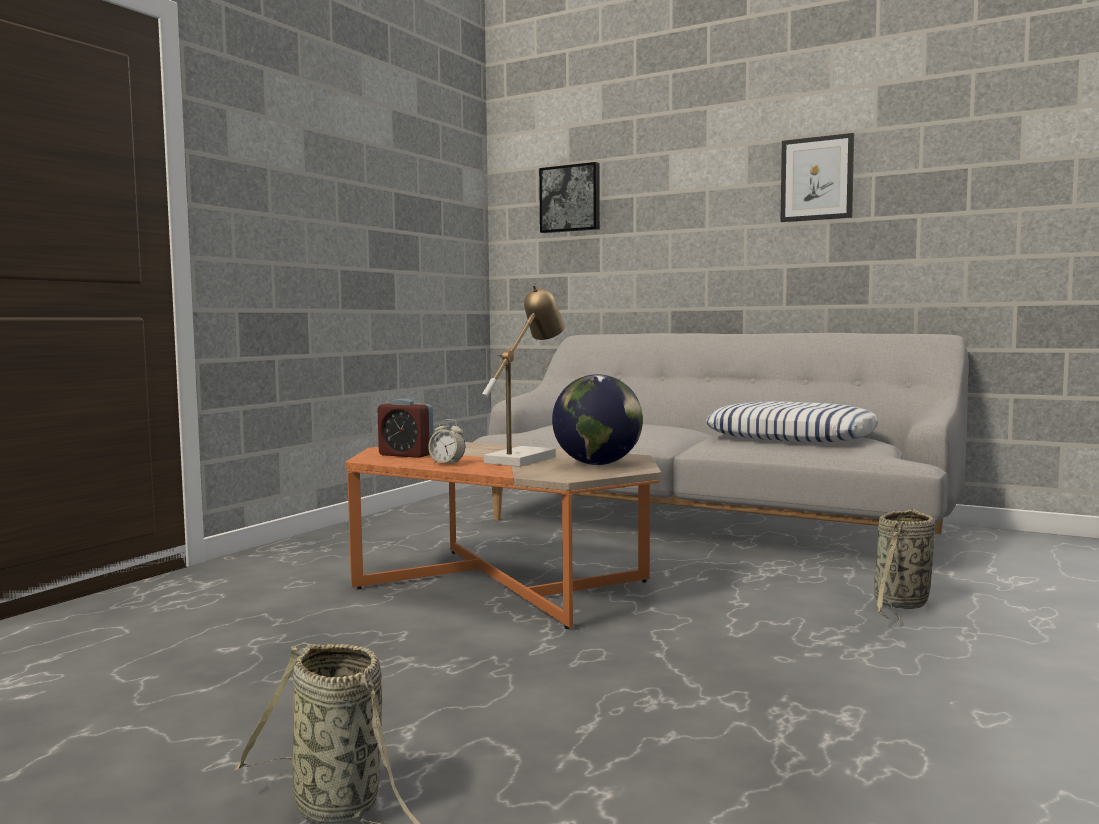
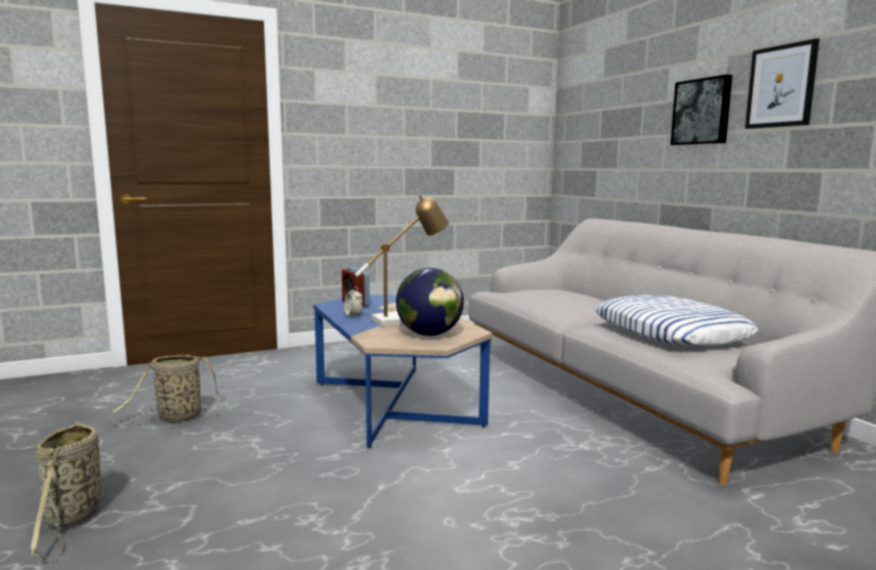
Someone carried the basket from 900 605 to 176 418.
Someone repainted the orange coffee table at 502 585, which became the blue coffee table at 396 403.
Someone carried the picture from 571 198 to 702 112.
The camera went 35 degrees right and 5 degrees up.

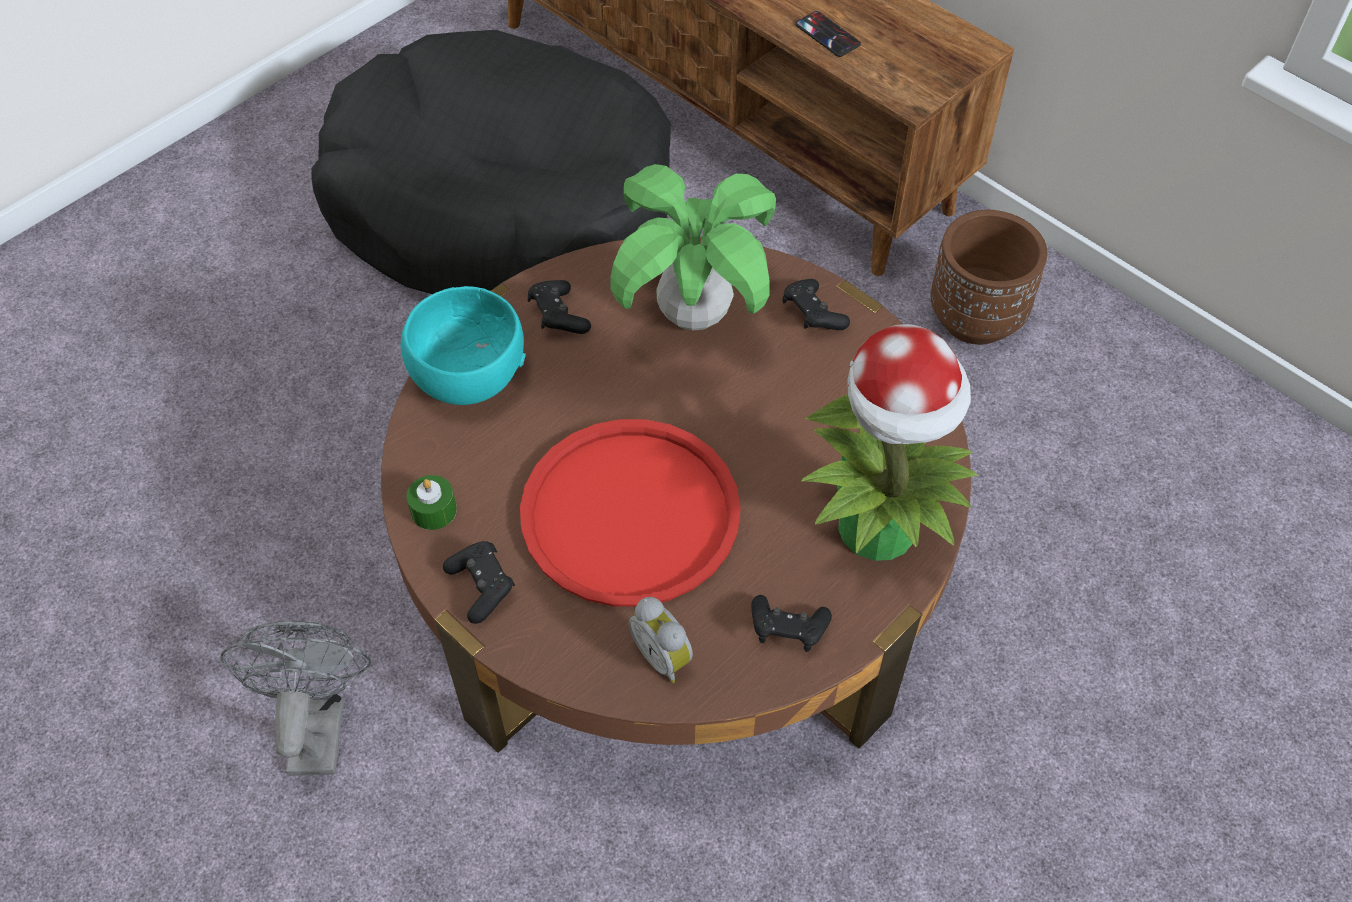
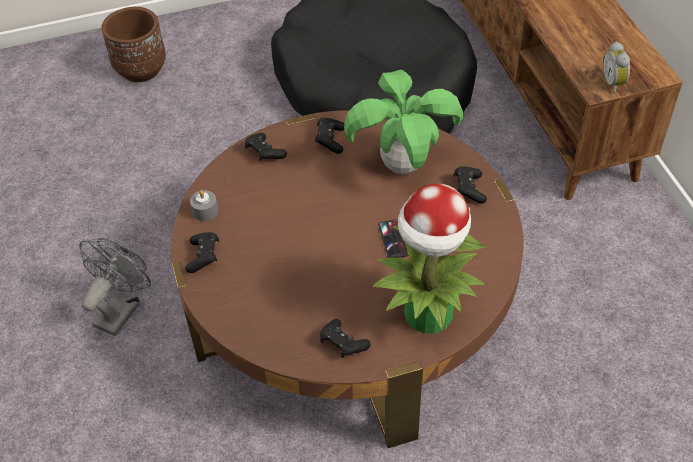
Someone carried the brown planter from 975 318 to 141 69.
Someone repainted the green candle at 433 510, which became the grey candle at 205 211.
Someone swapped the turquoise bowl at 468 377 for the black game controller at 264 153.
Someone carried the phone from 827 35 to 394 239.
Someone carried the alarm clock from 664 656 to 614 83.
Someone took away the red tray at 630 514.
The camera went 30 degrees right and 5 degrees down.

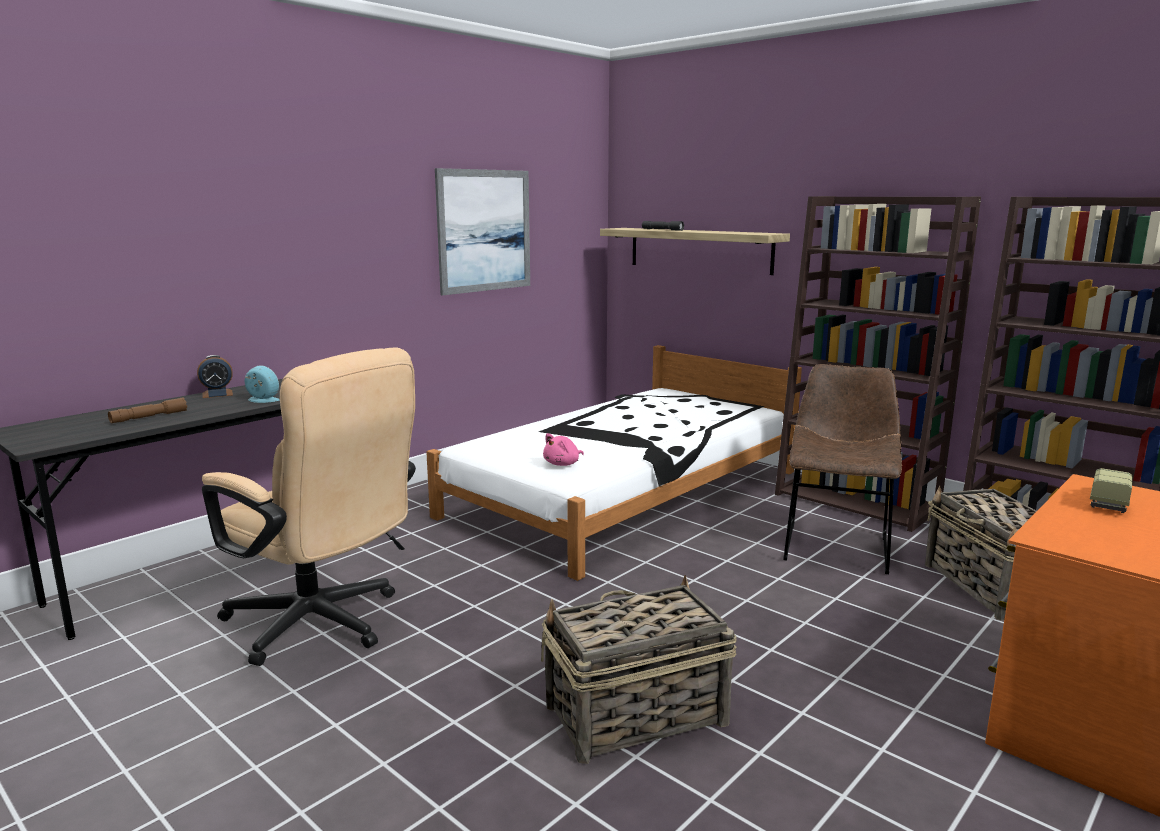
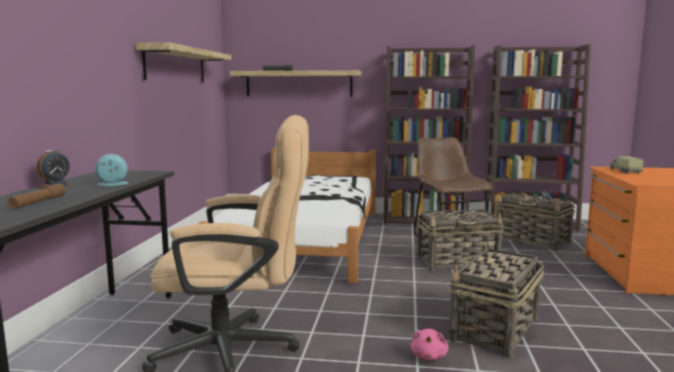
Someone swapped the picture at 484 231 for the shelf at 176 65.
Someone carried the pink plush toy from 563 464 to 429 356.
Someone put down the basket at 458 262.
The camera went 35 degrees left and 5 degrees down.

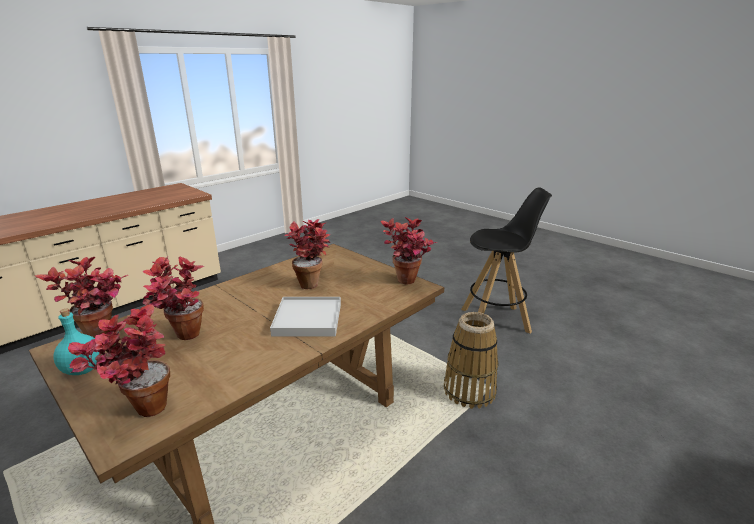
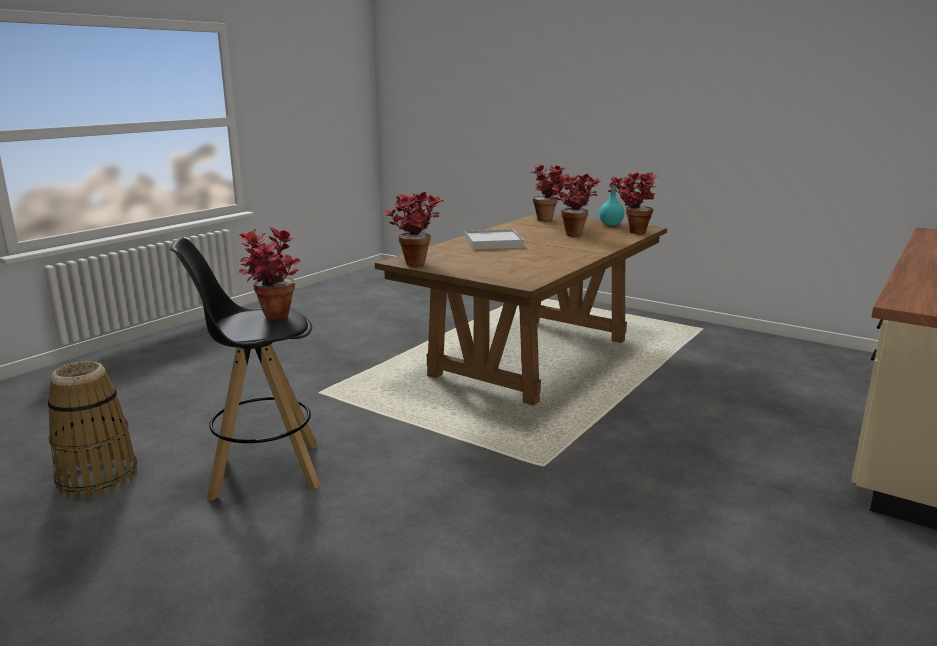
Someone carried the basket from 469 391 to 98 478.
Someone carried the potted plant from 312 282 to 272 320.
The camera went 170 degrees right and 5 degrees down.

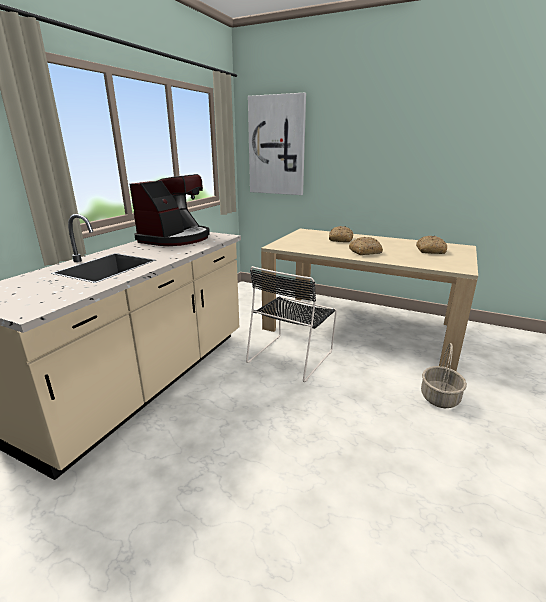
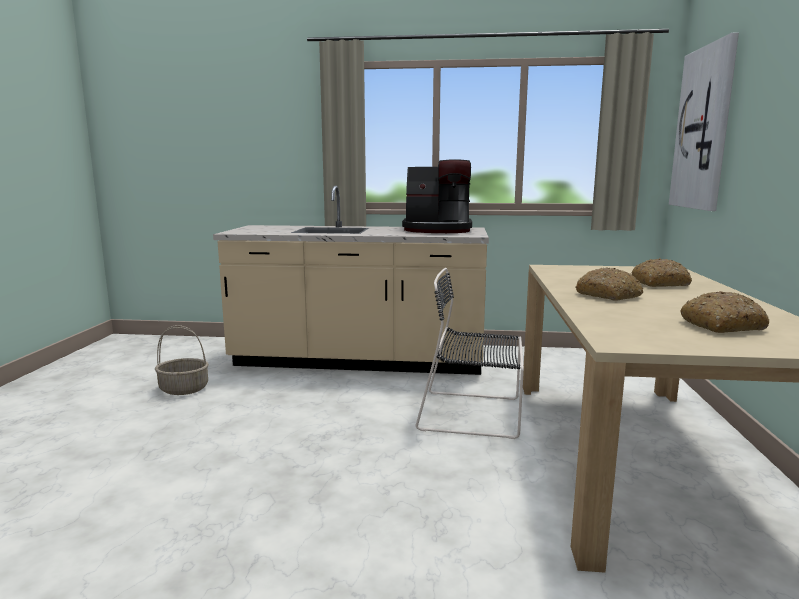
Someone carried the basket from 439 397 to 184 389.
The camera went 70 degrees right and 10 degrees down.

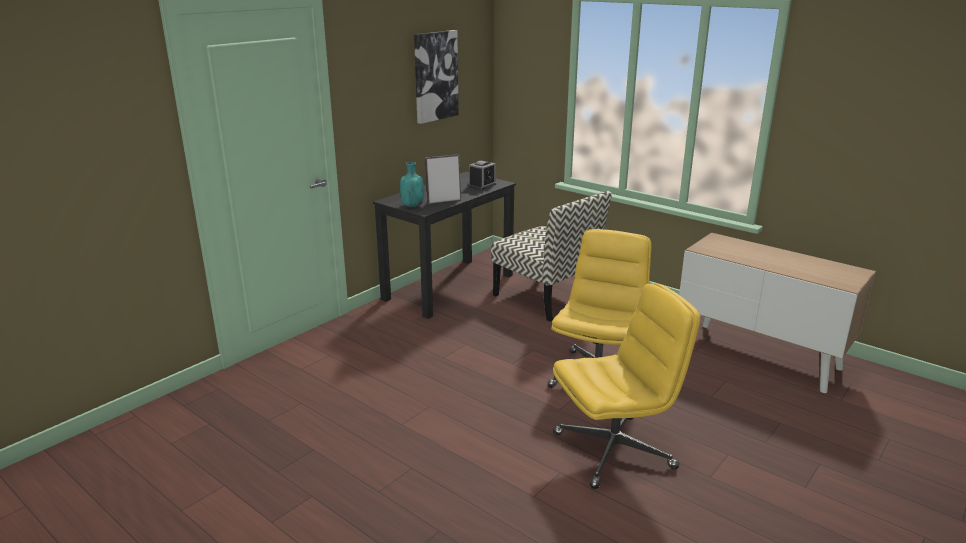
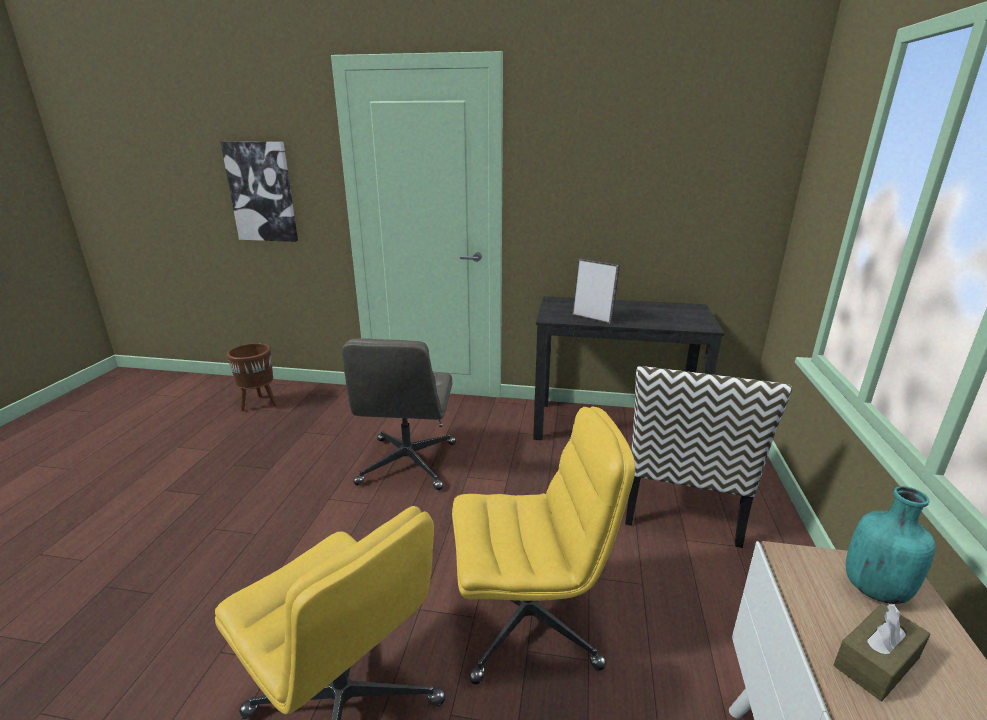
Someone carried the picture from 435 76 to 262 192.
Someone put down the brown planter at 260 404.
Someone put down the grey office chair at 408 464.
Someone put down the brown tissue box at 876 662.
Someone carried the turquoise bottle from 412 205 to 874 588.
Someone took away the alarm clock at 482 185.
The camera went 60 degrees right and 0 degrees up.

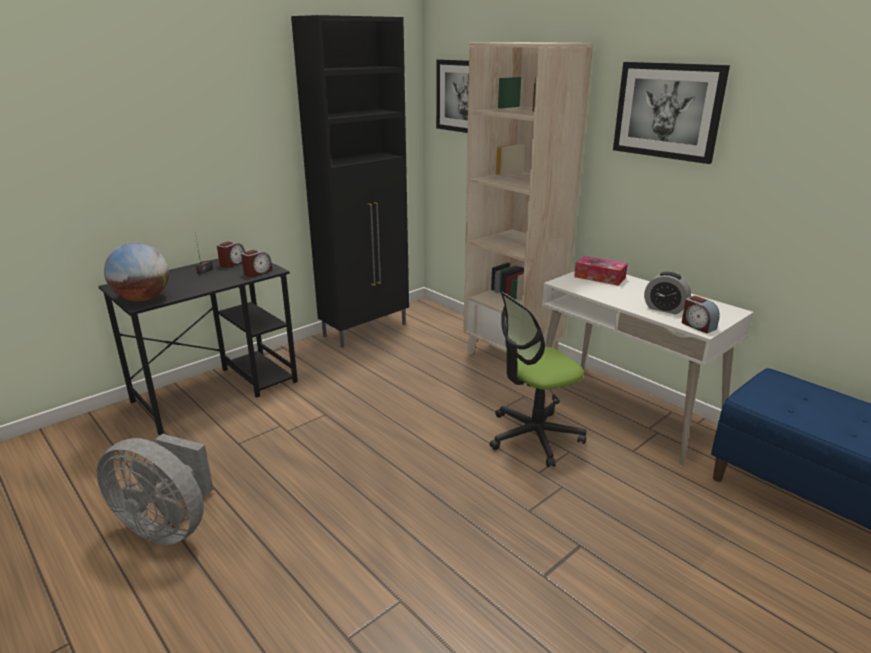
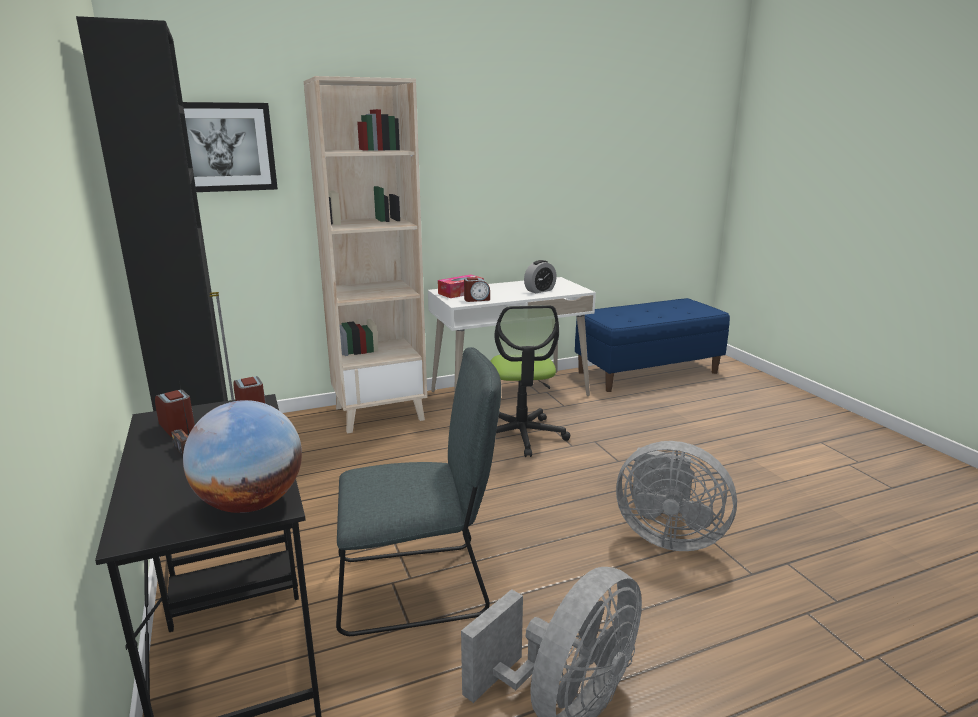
Someone put down the grey chair at 419 587.
Someone carried the alarm clock from 697 326 to 476 299.
Someone put down the grey fan at 667 536.
Someone took away the picture at 667 111.
The camera went 70 degrees left and 5 degrees down.

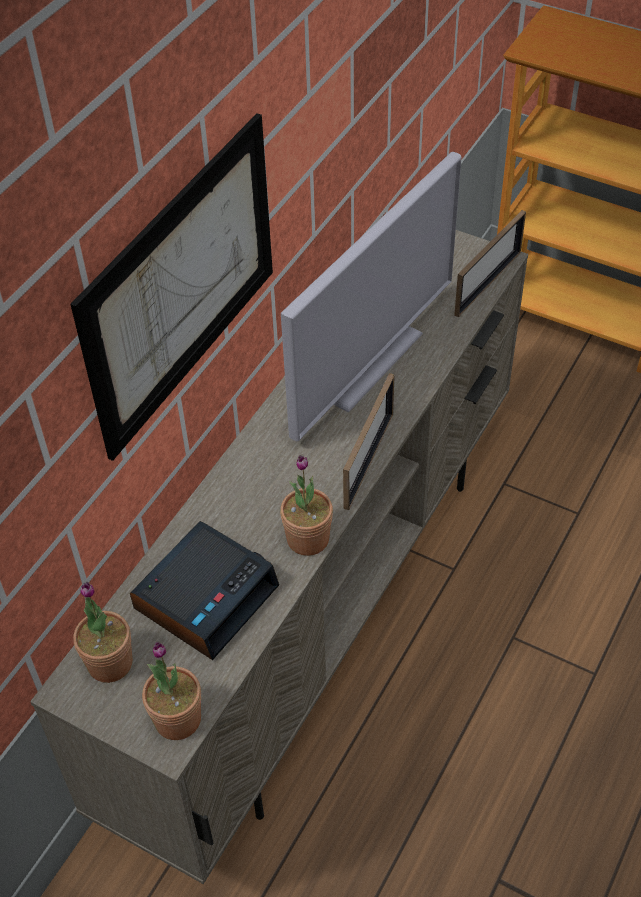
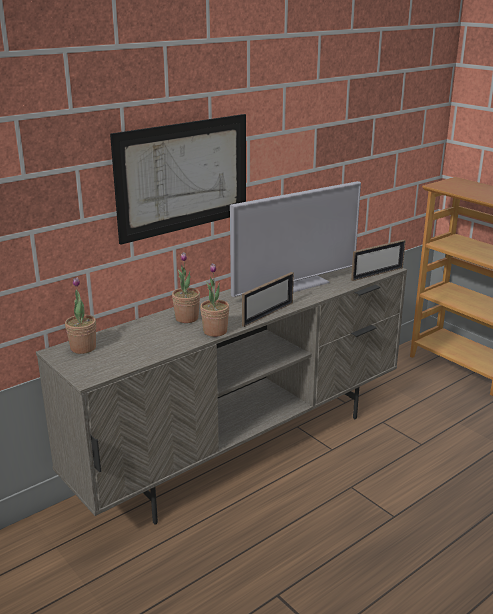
Someone carried the potted plant from 177 719 to 187 318.
Someone took away the alarm clock at 206 596.
The camera went 20 degrees right and 25 degrees down.

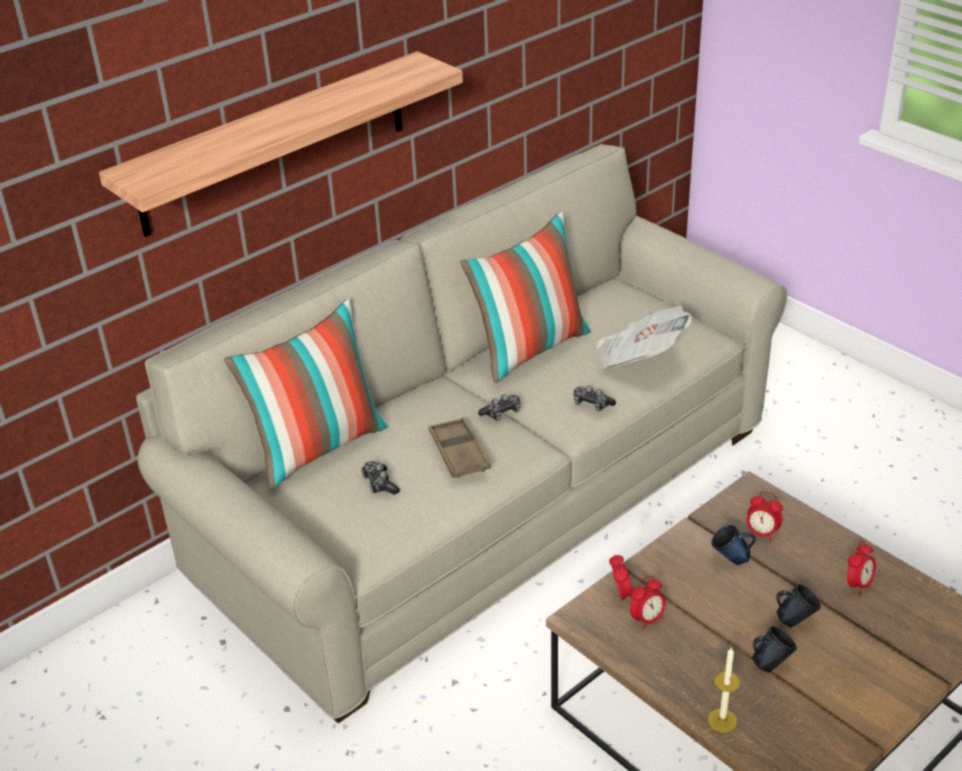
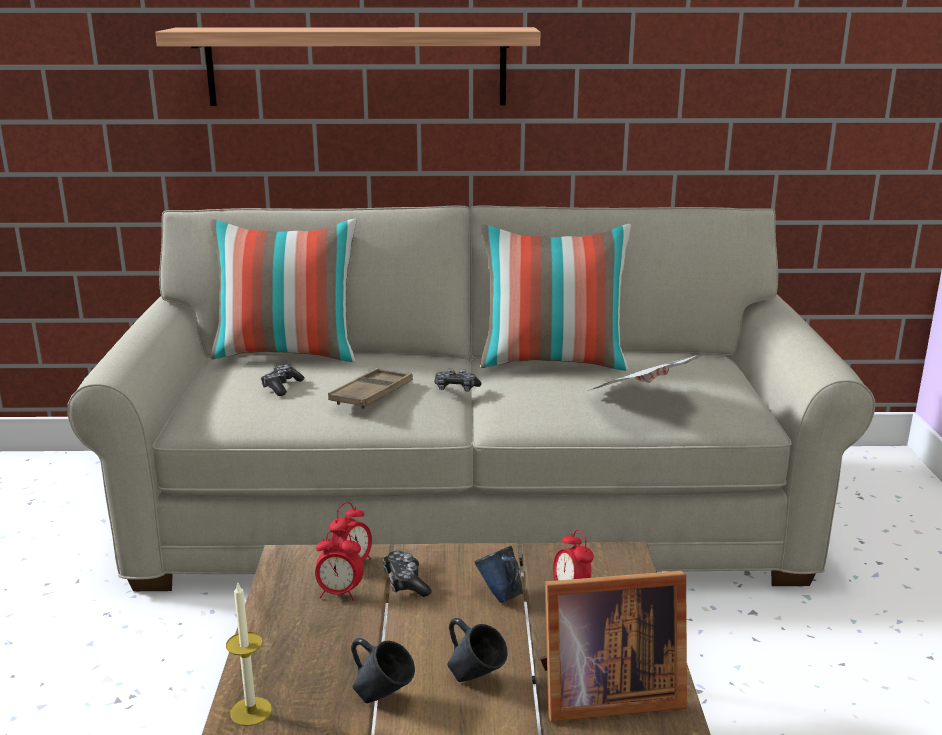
Someone carried the game controller from 592 404 to 406 582.
Someone swapped the alarm clock at 858 585 for the picture frame at 603 694.
The camera went 40 degrees right and 15 degrees down.

